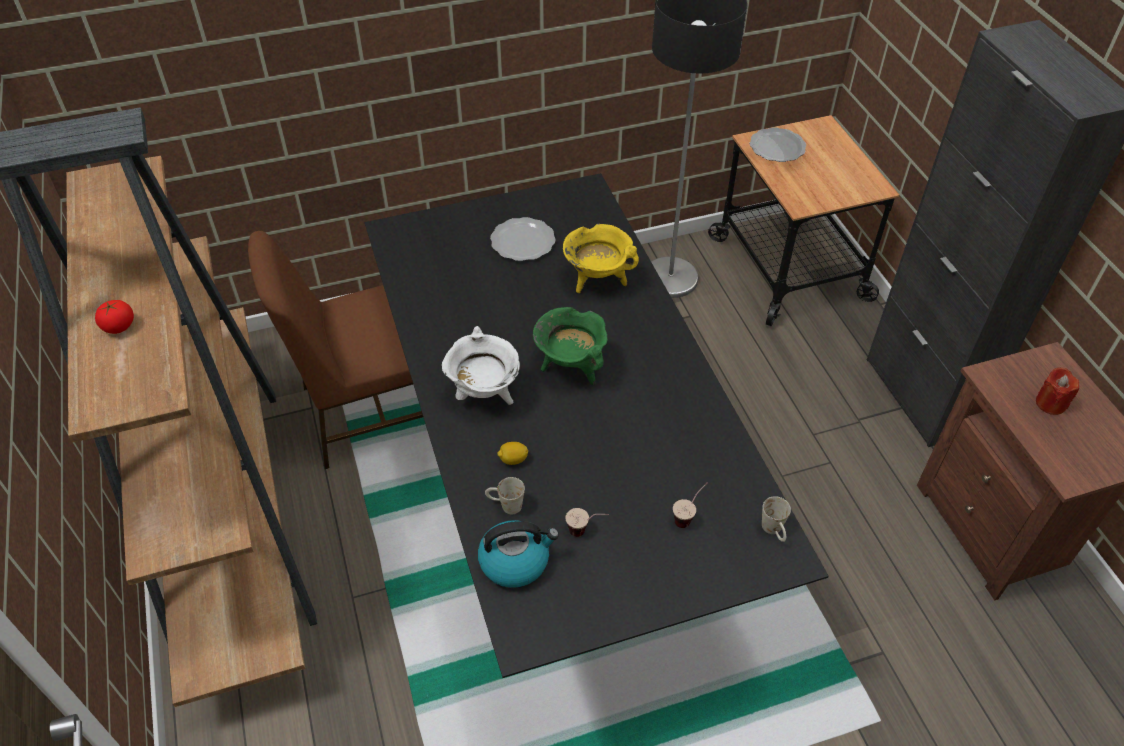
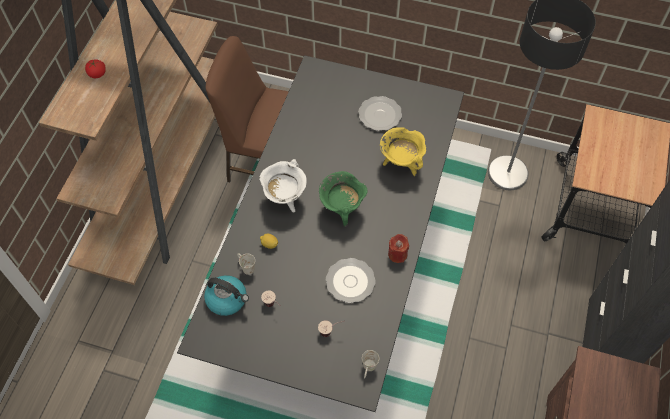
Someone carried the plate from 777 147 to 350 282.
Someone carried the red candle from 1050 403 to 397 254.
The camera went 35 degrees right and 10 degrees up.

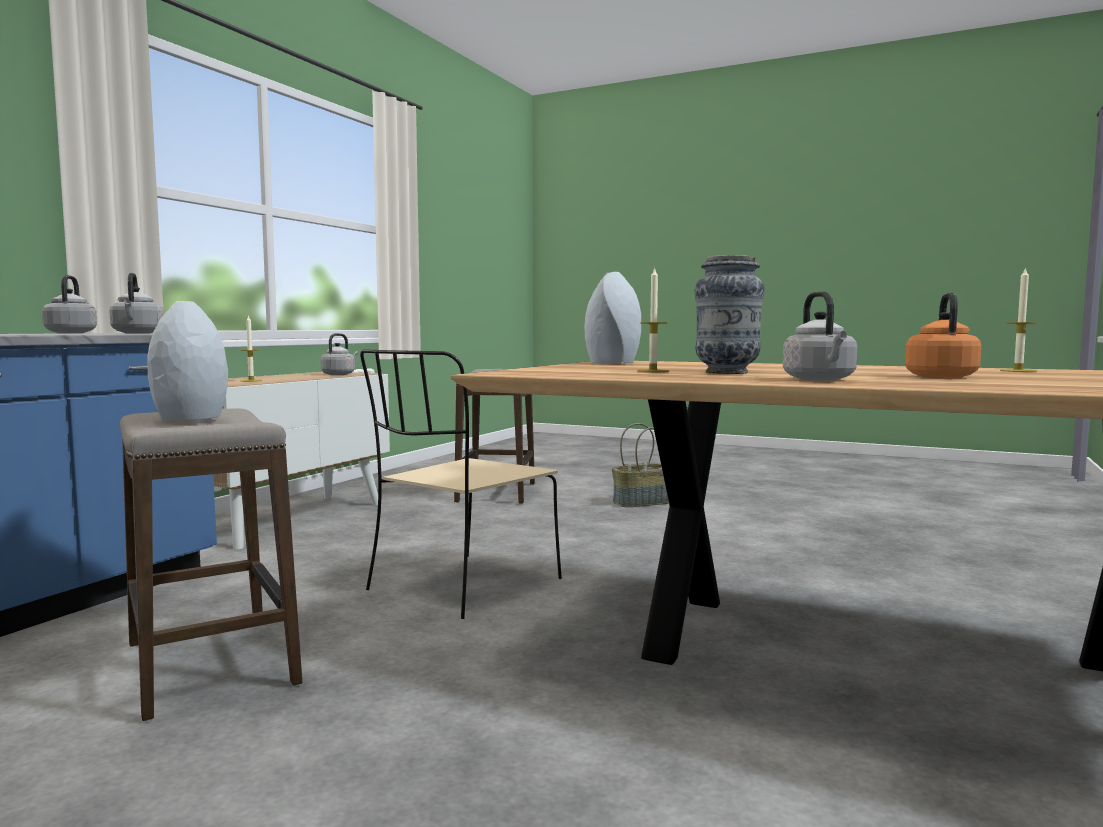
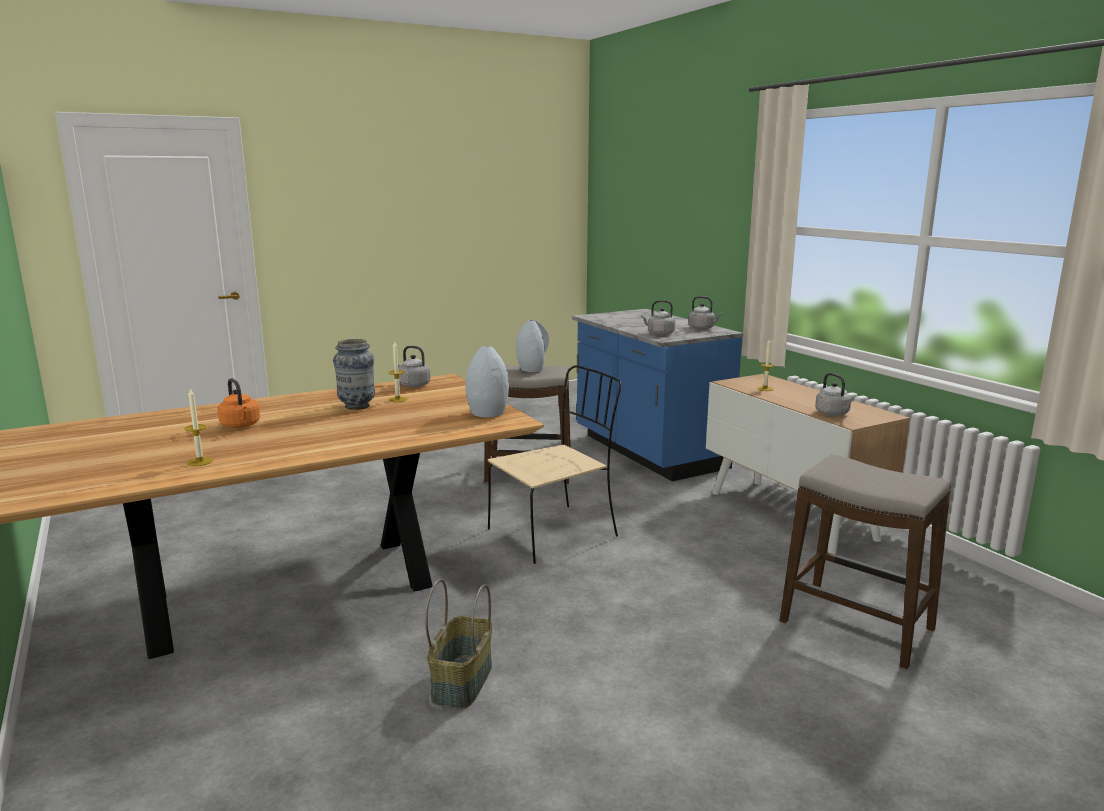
Someone carried the grey kettle from 820 379 to 412 385.
Someone carried the basket from 642 502 to 461 681.
Someone rotated the beige chair at 462 586 by 75 degrees clockwise.
The camera went 125 degrees right and 10 degrees up.

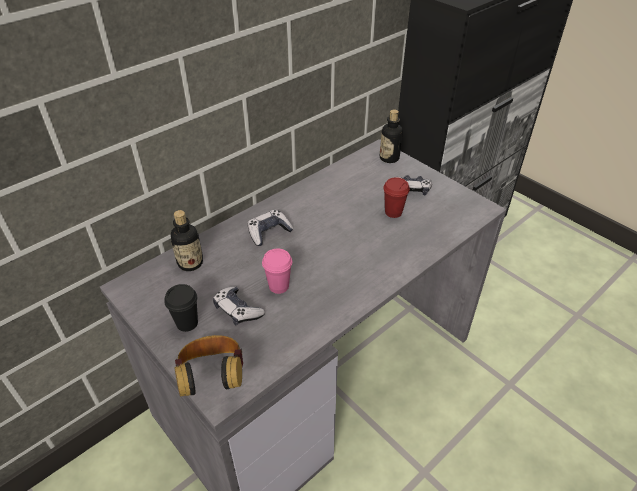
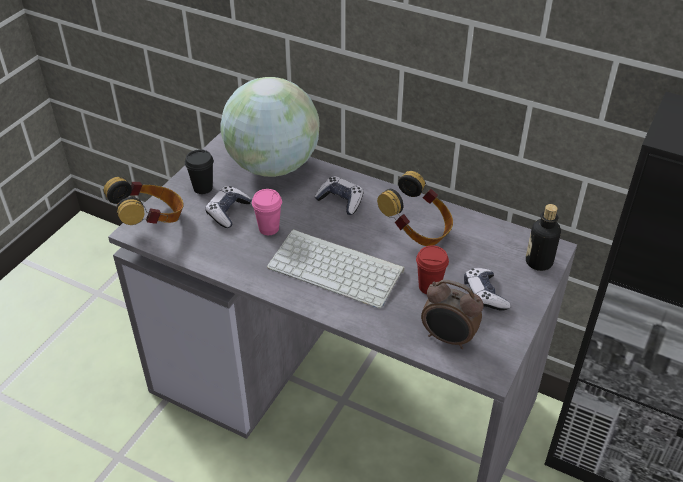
Someone swapped the bottle at 190 263 for the globe at 273 166.
Someone put down the keyboard at 338 268.
Someone put down the headphones at 417 230.
Someone put down the alarm clock at 448 339.
The camera went 70 degrees right and 0 degrees up.

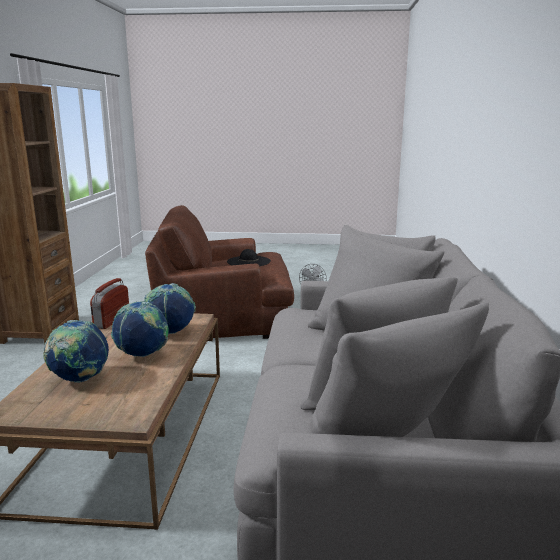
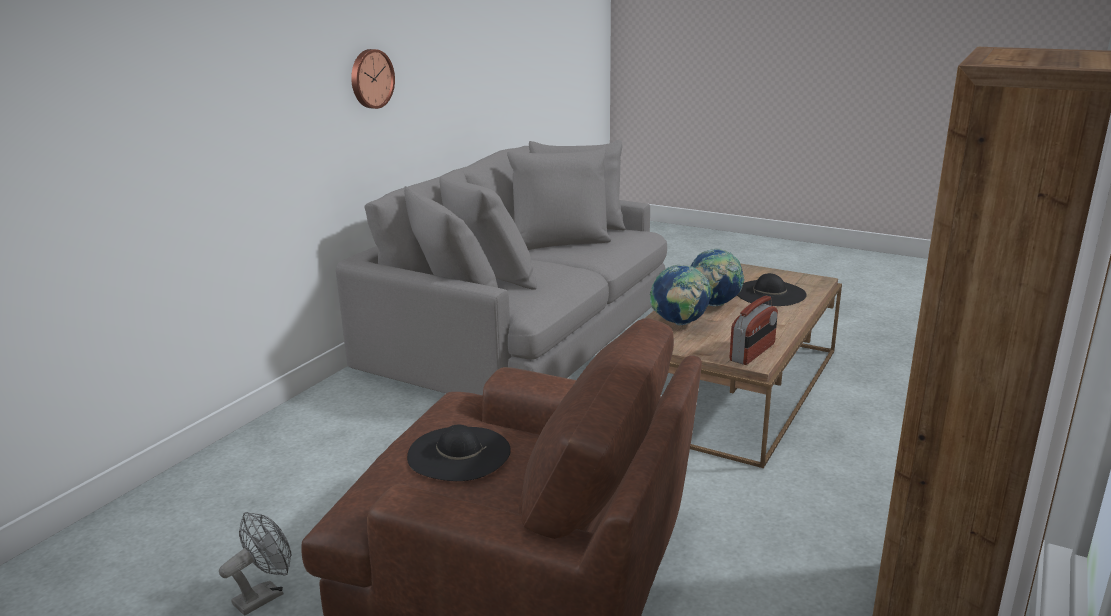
Someone put up the wall clock at 370 78.
Someone swapped the globe at 80 379 for the black hat at 769 293.
The camera went 155 degrees left and 5 degrees up.

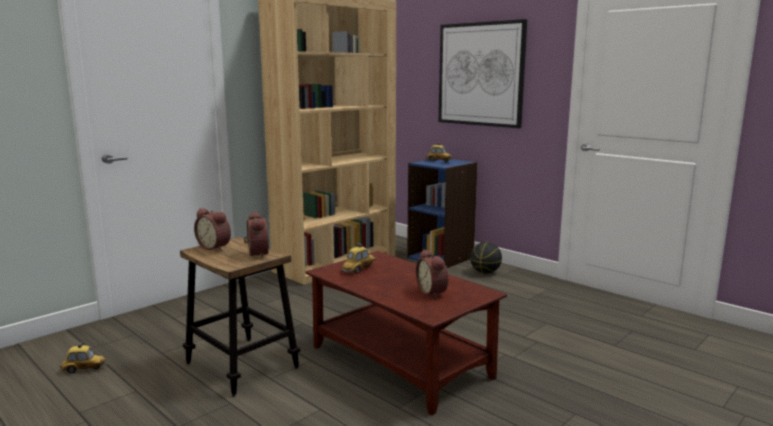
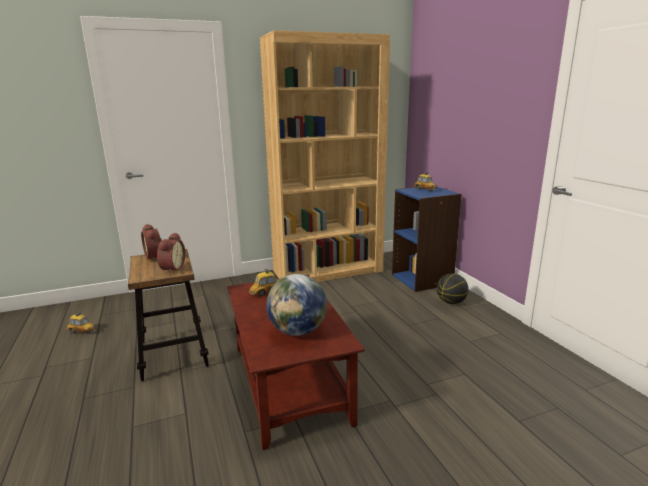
Someone swapped the alarm clock at 433 292 for the globe at 298 331.
Someone took away the picture at 480 74.
The camera went 25 degrees right and 5 degrees up.

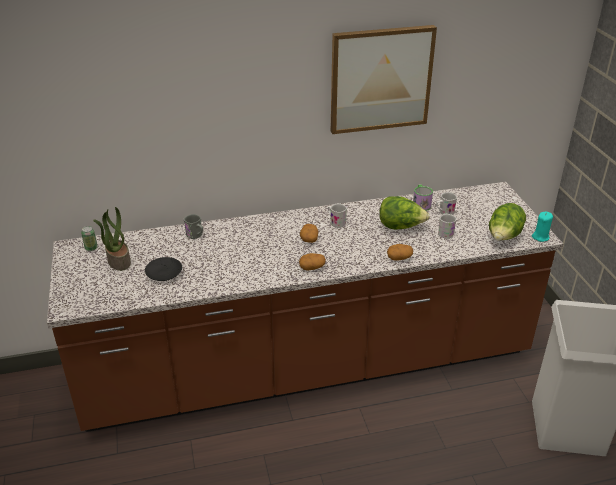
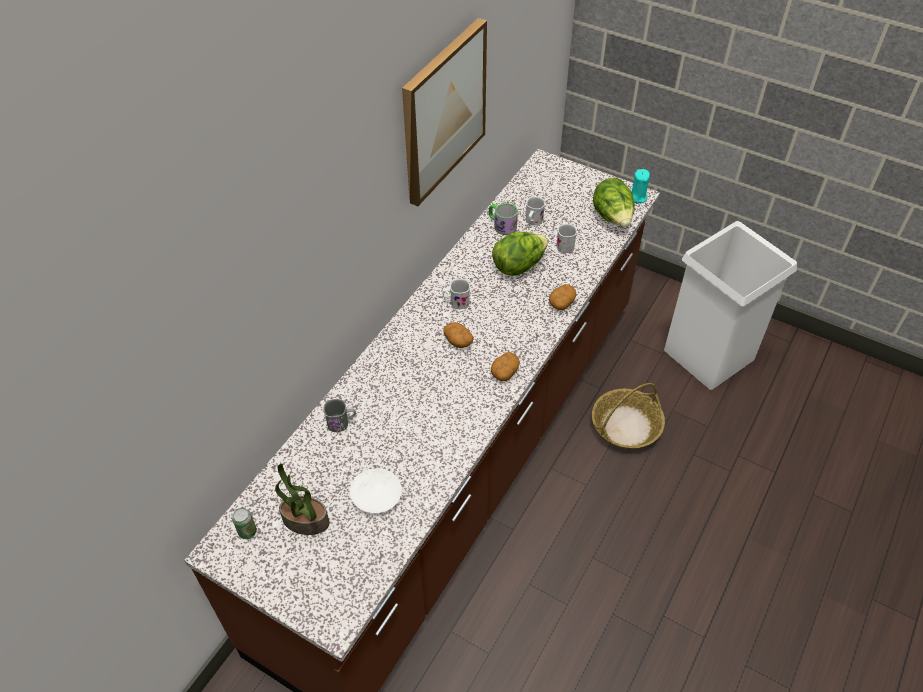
Someone repainted the black plate at 164 273, which became the white plate at 375 494.
Someone put down the basket at 626 425.
The camera went 45 degrees left and 15 degrees up.

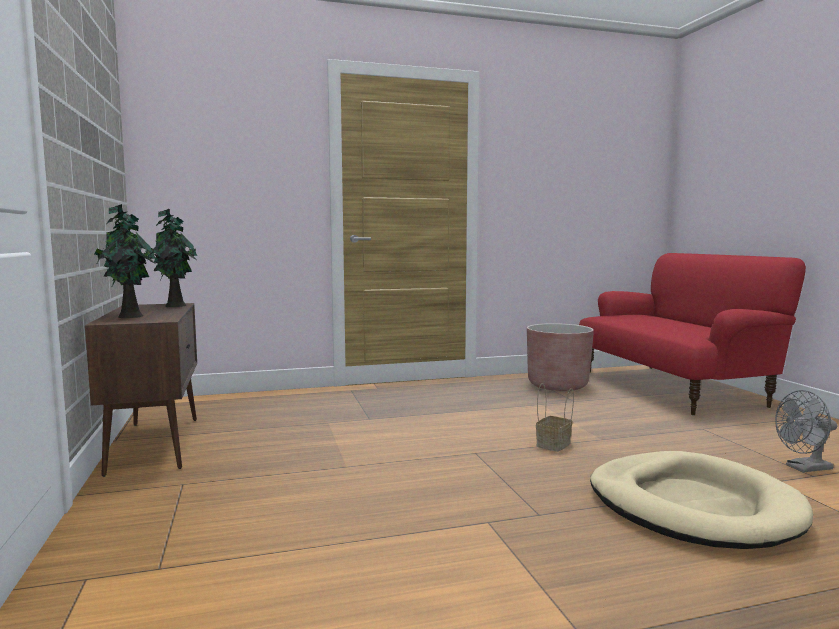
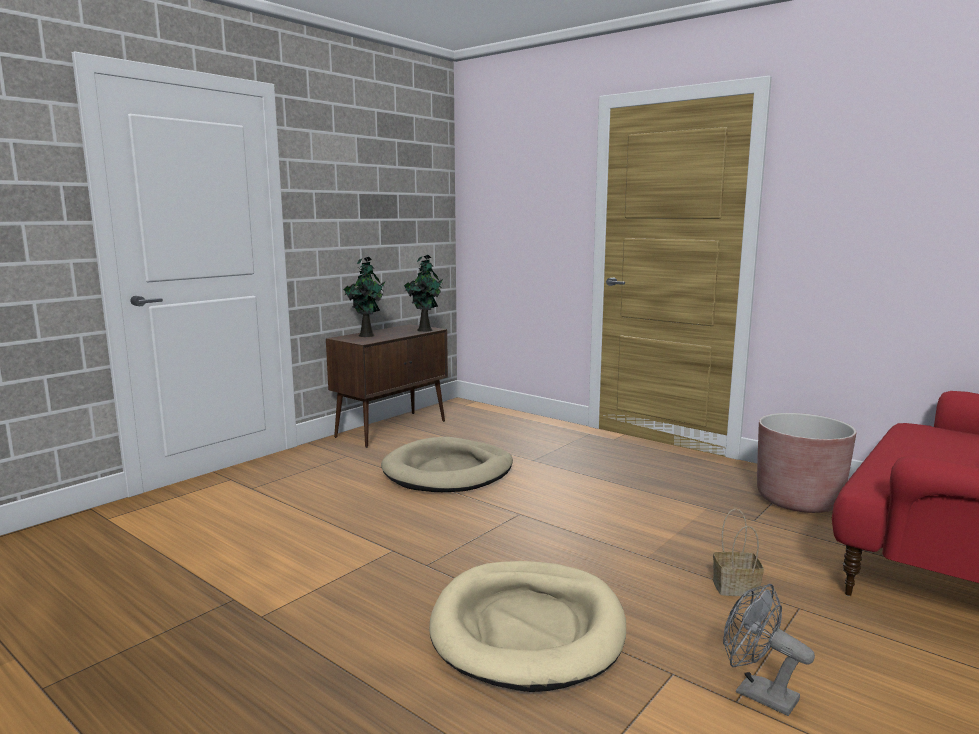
Someone put down the beige dog bed at 448 471.
Someone carried the basket from 553 445 to 734 588.
The camera went 55 degrees right and 5 degrees up.

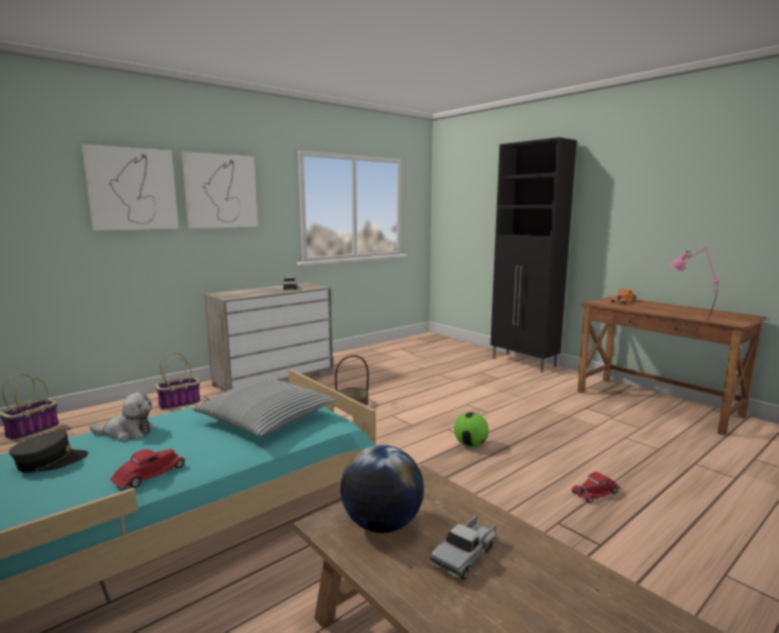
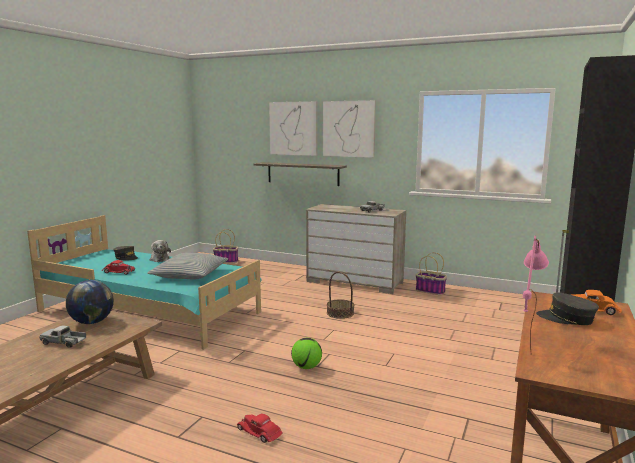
Someone put up the shelf at 303 173.
Someone carried the basket from 180 403 to 431 291.
Someone put down the grey cap at 566 318.
The camera went 65 degrees right and 0 degrees up.

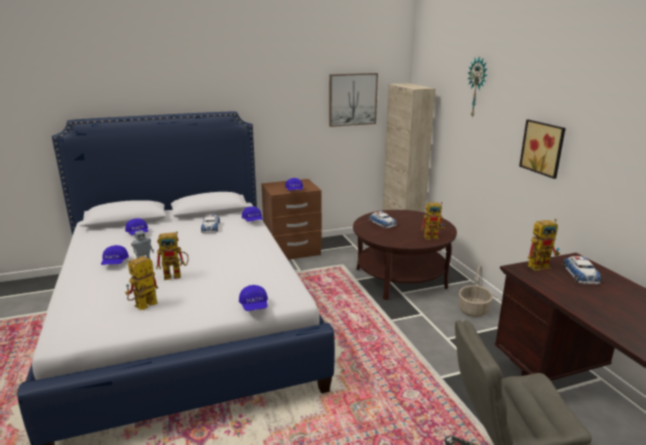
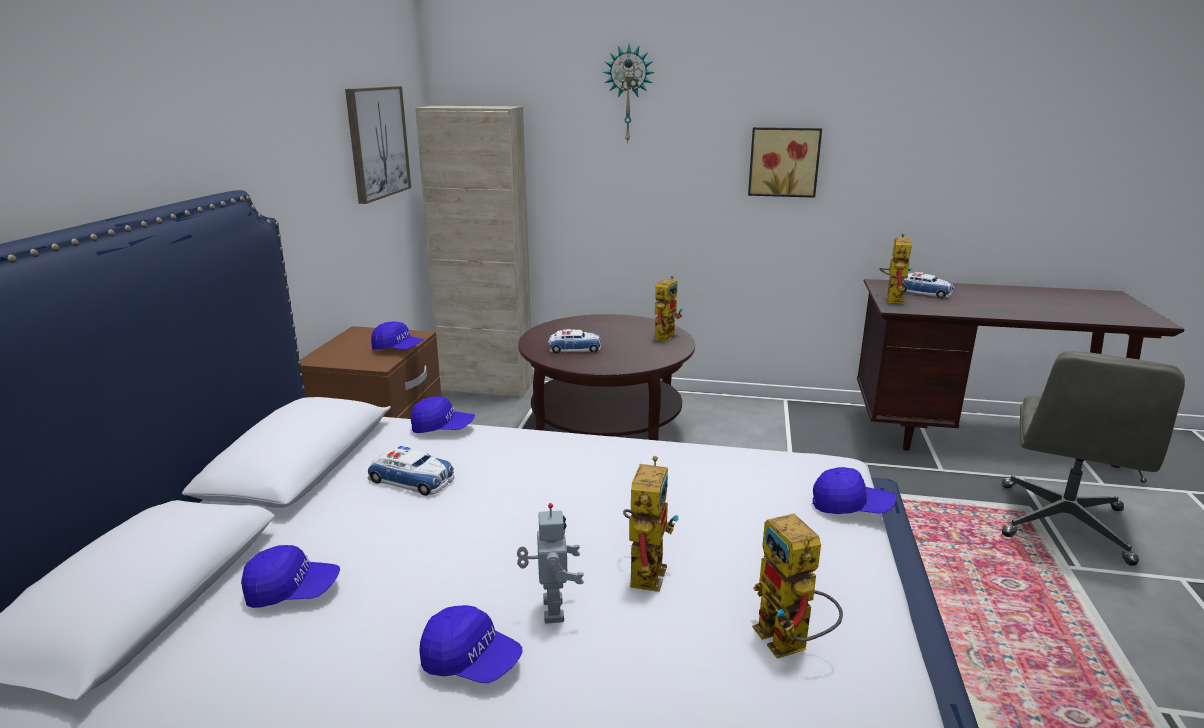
Someone took away the basket at 473 310.
The camera went 60 degrees left and 0 degrees up.

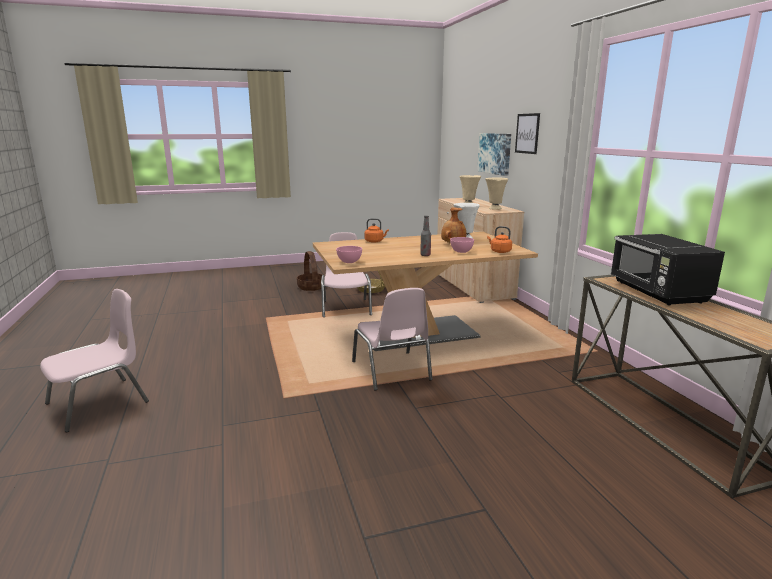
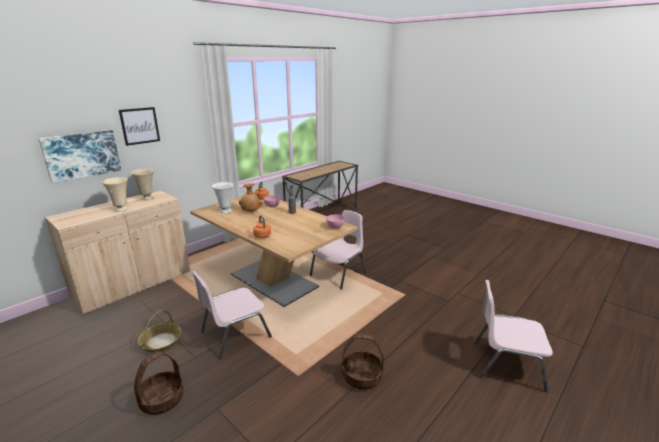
Someone put down the basket at 362 376.
Someone took away the black microwave at 658 292.
The camera went 120 degrees left and 5 degrees up.

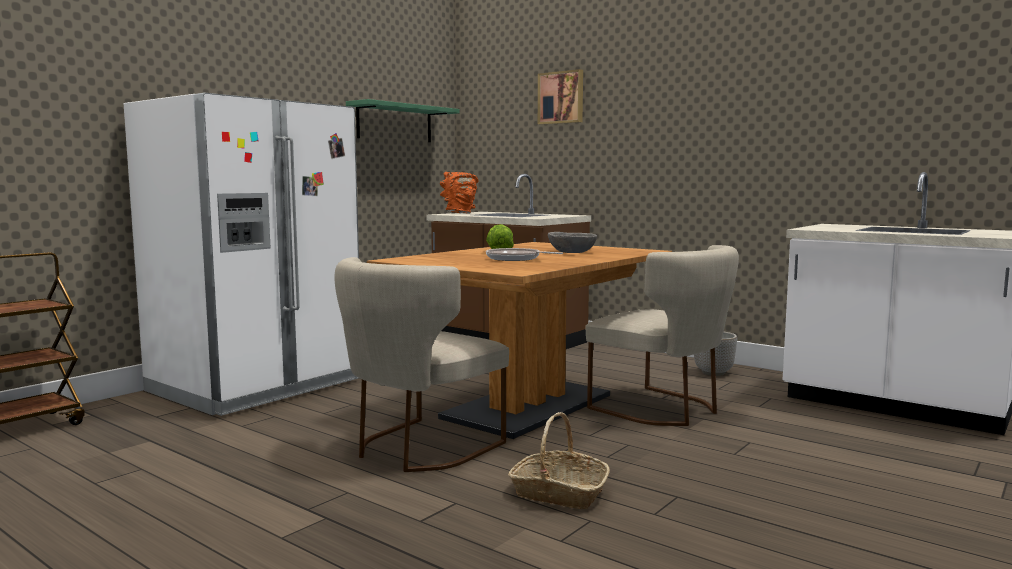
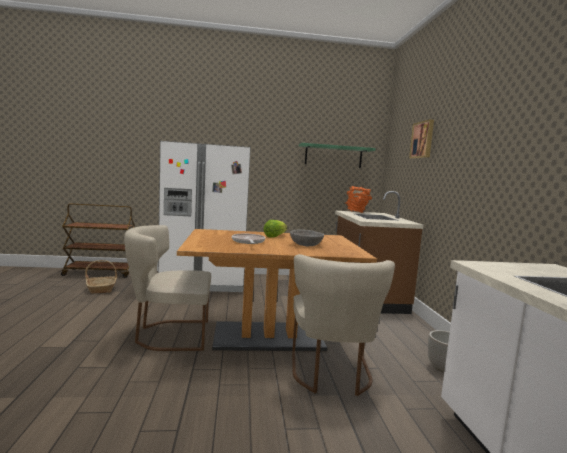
Someone carried the basket from 558 493 to 102 289.
The camera went 45 degrees right and 0 degrees up.

